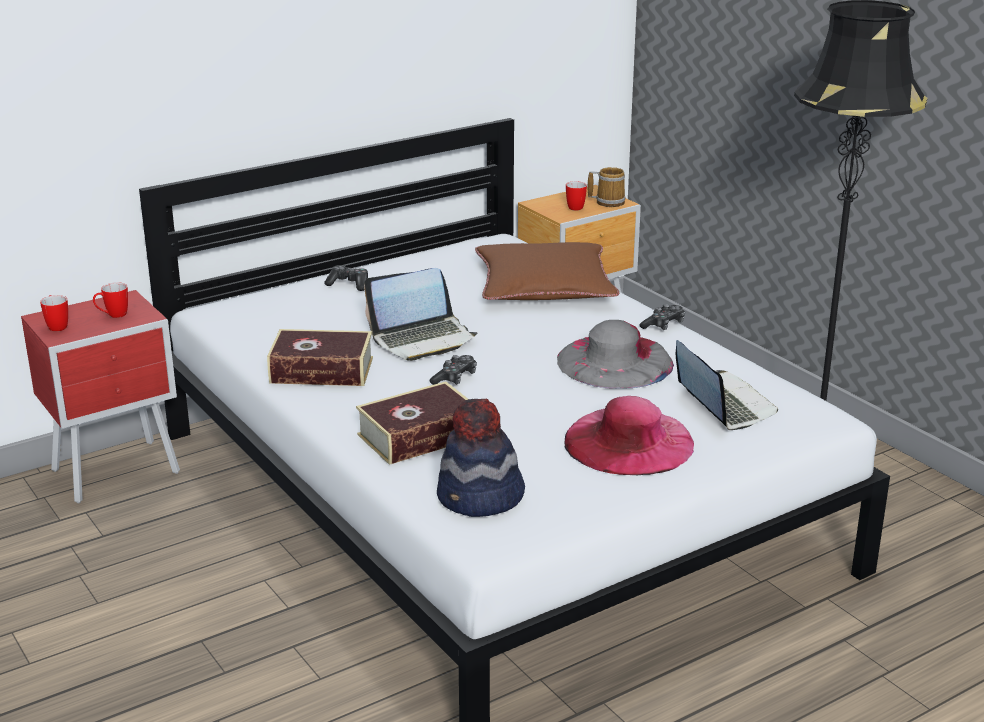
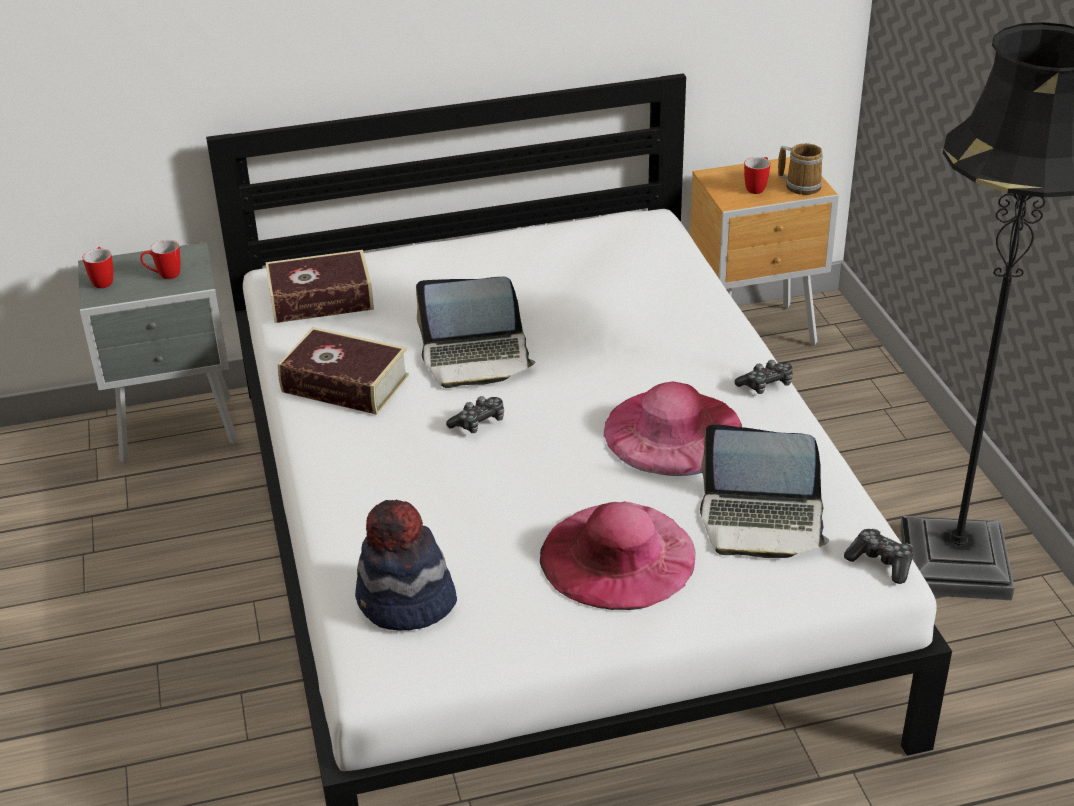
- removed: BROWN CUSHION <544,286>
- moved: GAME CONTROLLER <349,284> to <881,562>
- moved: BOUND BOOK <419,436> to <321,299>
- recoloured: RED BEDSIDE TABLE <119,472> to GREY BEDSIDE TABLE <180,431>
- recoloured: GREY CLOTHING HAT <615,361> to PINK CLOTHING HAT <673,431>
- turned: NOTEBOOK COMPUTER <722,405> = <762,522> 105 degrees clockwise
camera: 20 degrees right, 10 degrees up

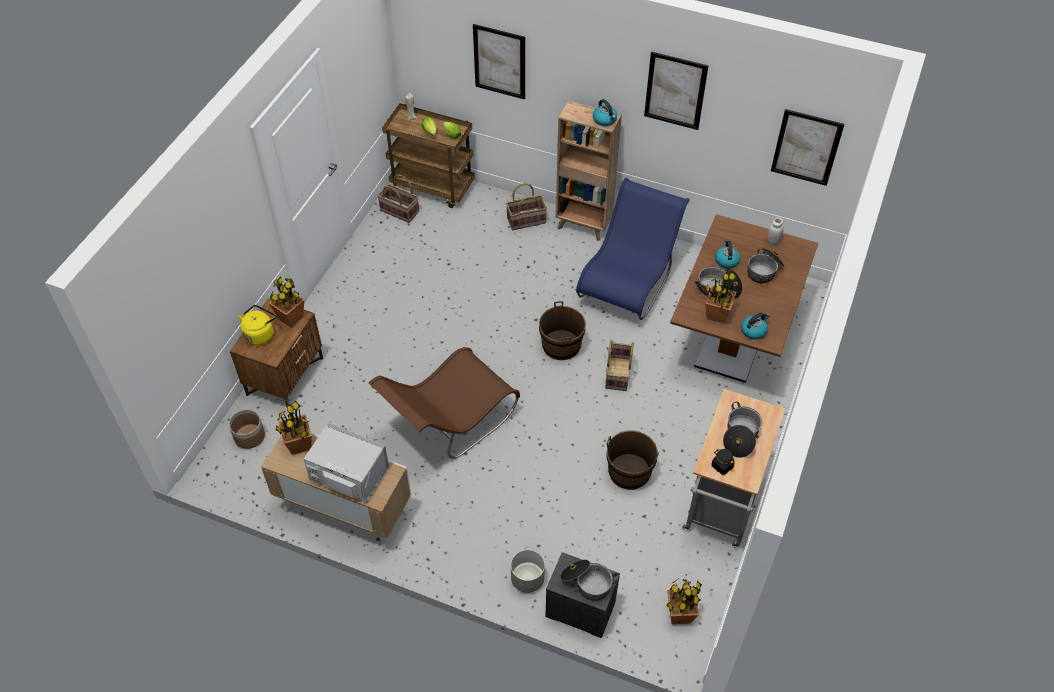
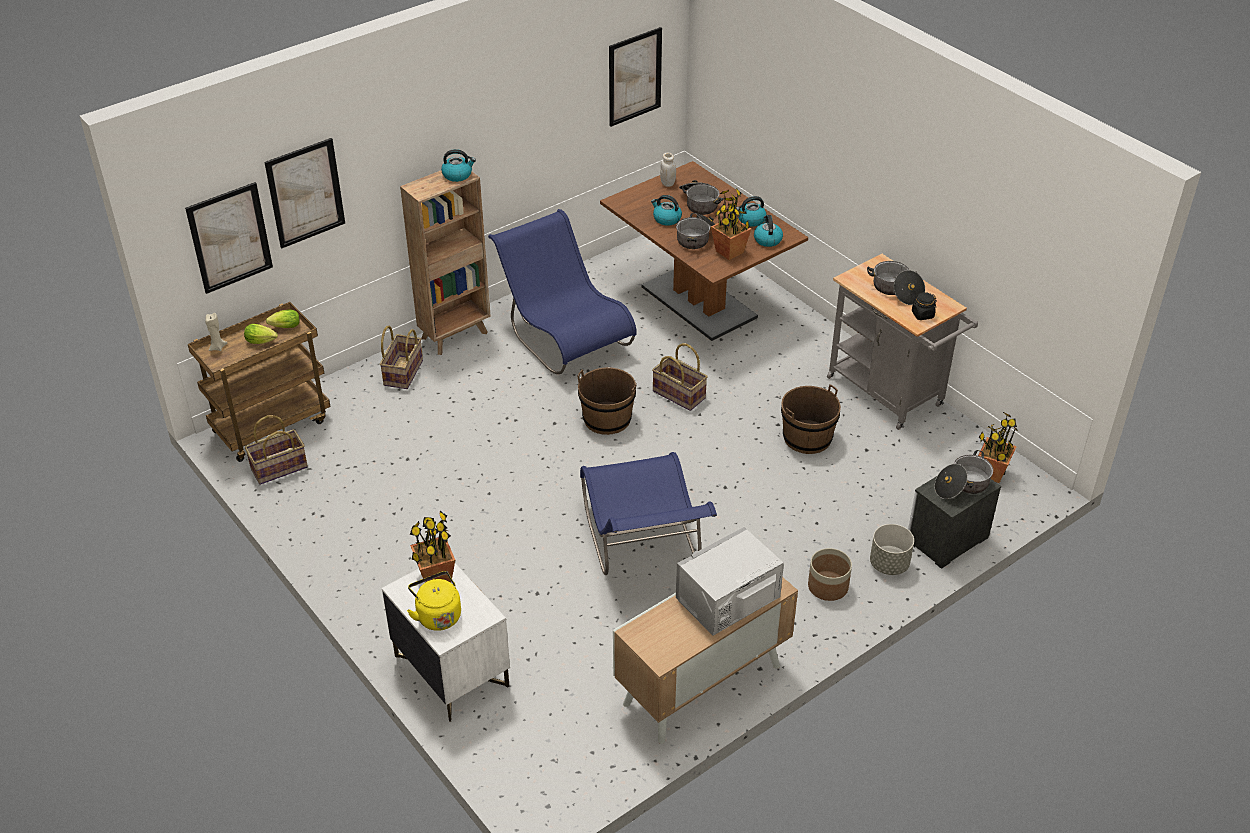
- removed: HOUSEPLANT <299,444>
- added: KETTLE <751,220>
- moved: FLOWER POT <249,436> to <827,587>
- moved: WALL ART <675,91> to <230,238>
- recoloured: BROWN BEDSIDE TABLE <285,376> to WHITE BEDSIDE TABLE <451,671>
- recoloured: BROWN UPRIGHT CHAIR <449,424> to BLUE-COLOURED UPRIGHT CHAIR <644,547>
camera: 60 degrees left, 10 degrees down

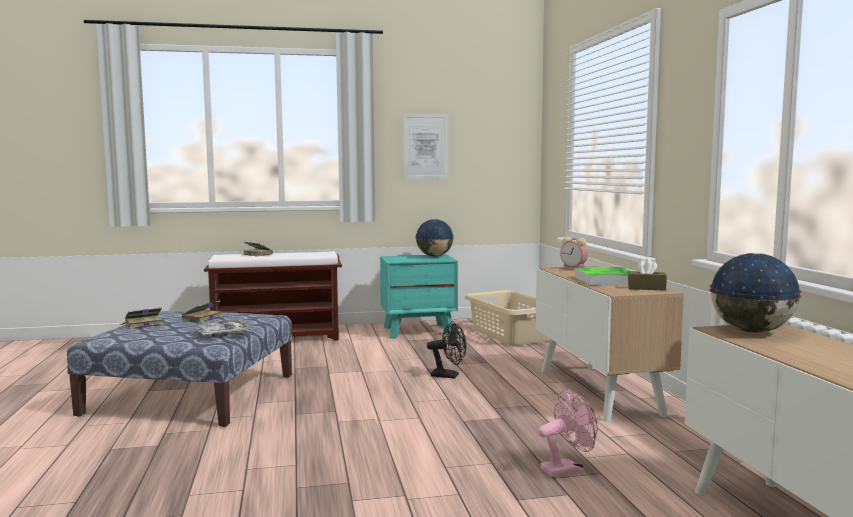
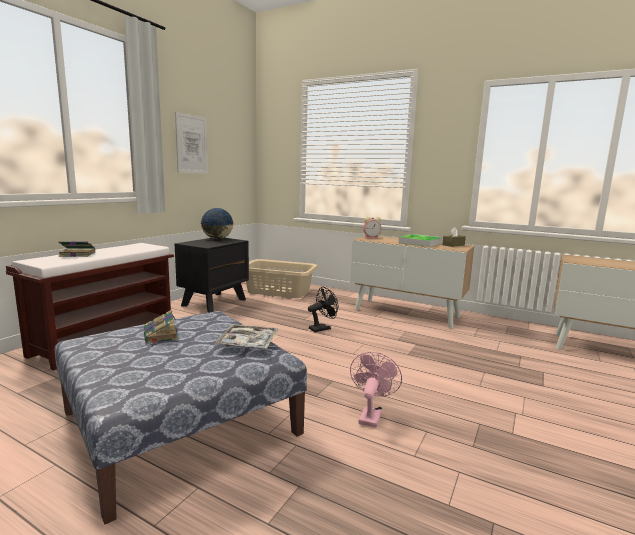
- removed: BOUND BOOK <143,324>
- removed: DESK GLOBE <751,331>
- moved: PINK FAN <567,469> to <371,415>
- recoloured: TURQUOISE-COLOURED BEDSIDE TABLE <418,331> to BLACK-COLOURED BEDSIDE TABLE <214,302>
camera: 50 degrees left, 5 degrees up

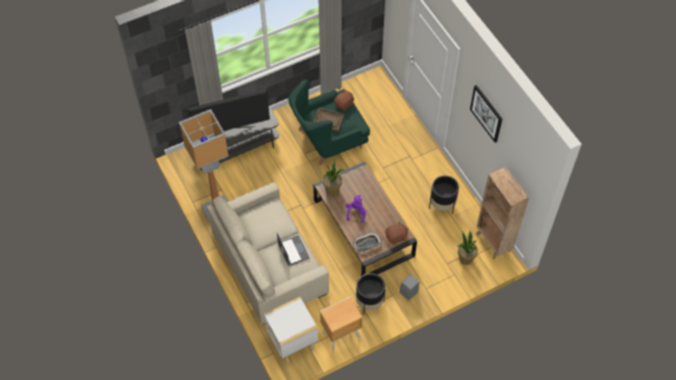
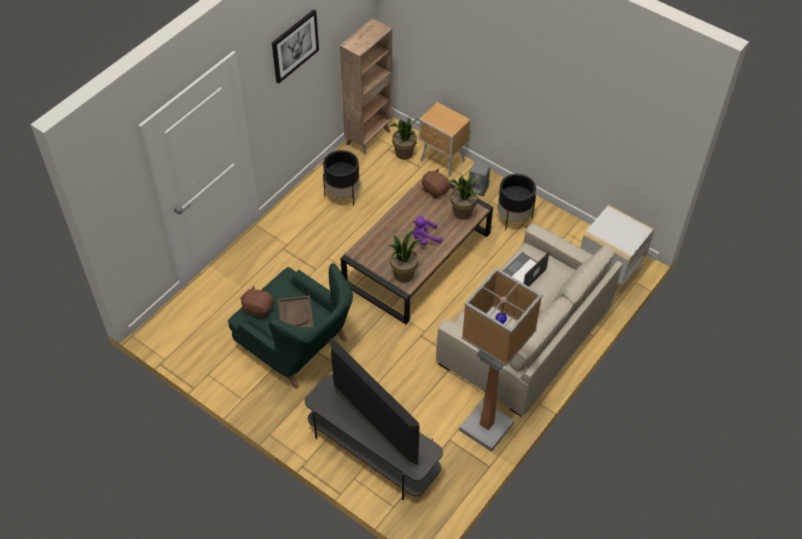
- moved: BROWN BEDSIDE TABLE <340,335> to <443,162>
- replaced: CARRYING TRAY <367,244> to HOUSEPLANT <462,213>
camera: 115 degrees left, 5 degrees down

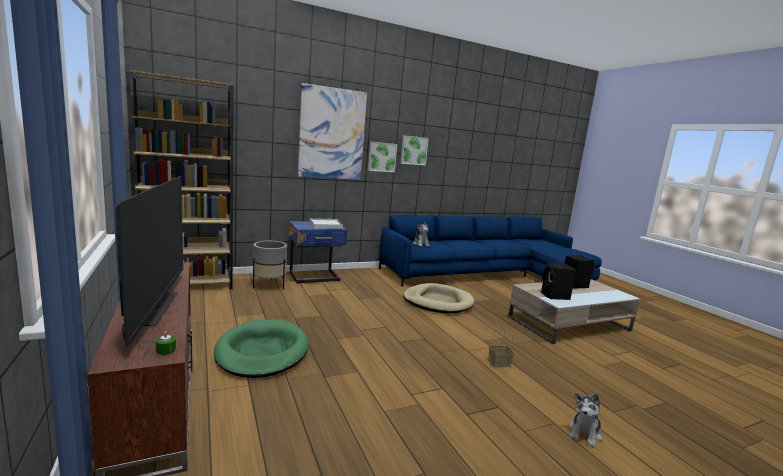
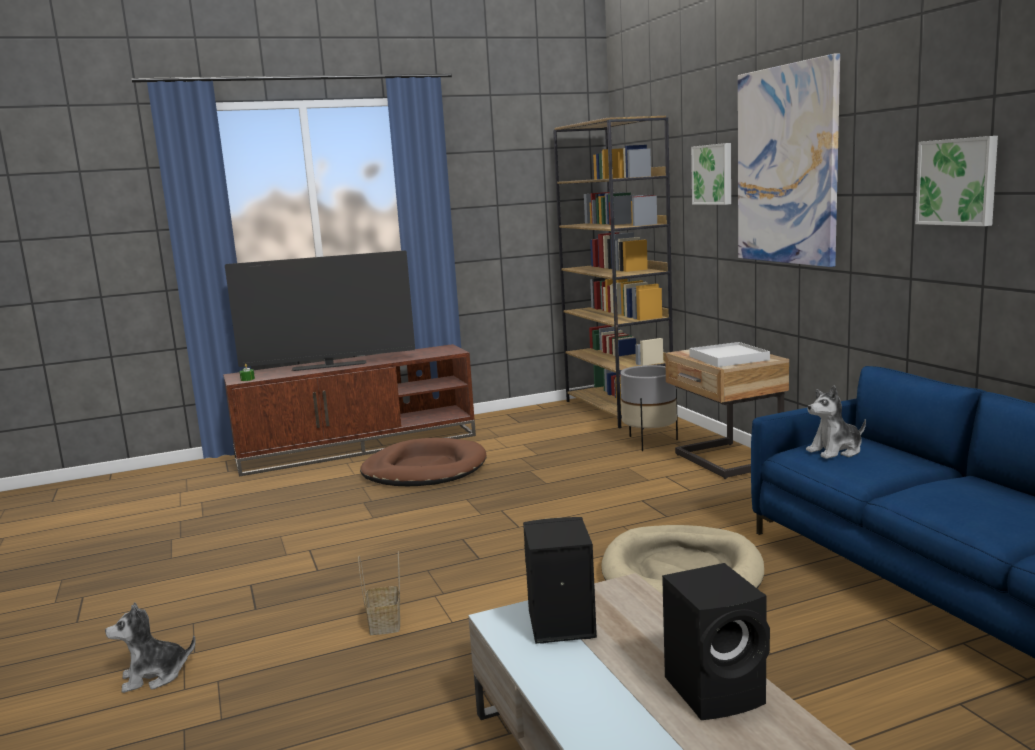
- moved: WALL ART <381,157> to <713,174>
- recoloured: GREEN-COLOURED DOG CUSHION <262,352> to BROWN DOG CUSHION <424,469>
- recoloured: BLUE-COLOURED BEDSIDE TABLE <315,277> to SAND-COLOURED BEDSIDE TABLE <725,461>
- turned: PLUSH TOY <585,433> = <154,676> 60 degrees counterclockwise
camera: 95 degrees right, 0 degrees up

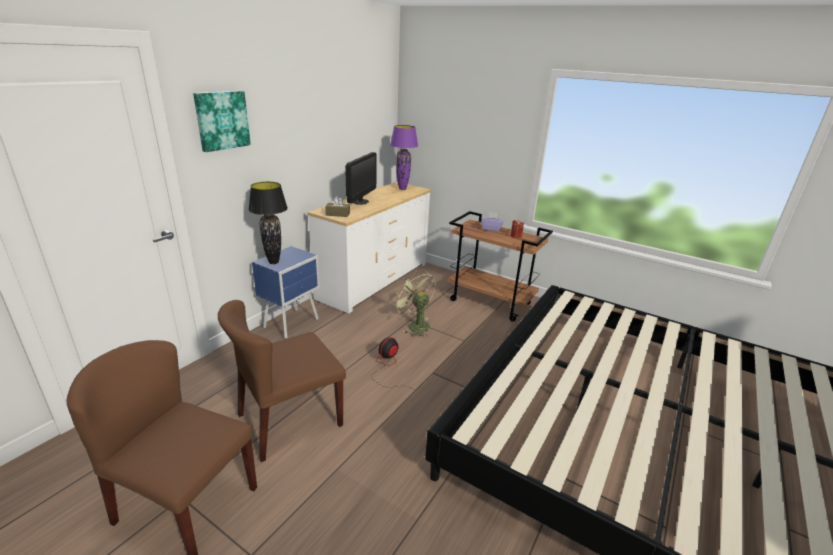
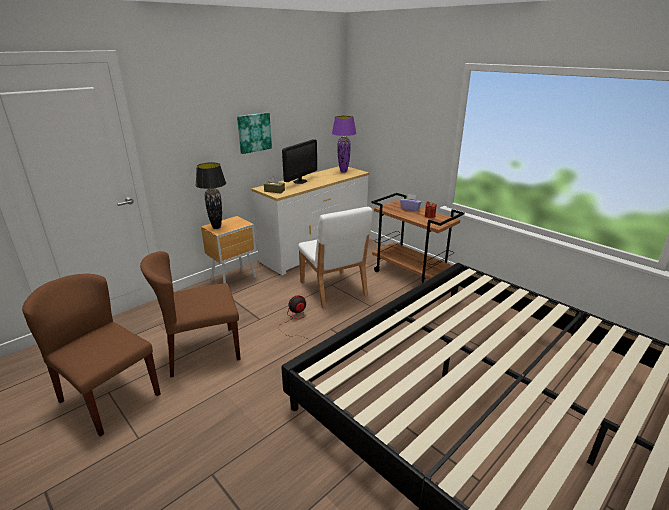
- moved: WALL ART <221,120> to <254,132>
- replaced: GREEN-COLOURED FAN <415,325> to WHITE UPRIGHT CHAIR <333,289>
- recoloured: BLUE-COLOURED BEDSIDE TABLE <293,323> to BROWN BEDSIDE TABLE <235,279>
camera: 15 degrees right, 0 degrees up

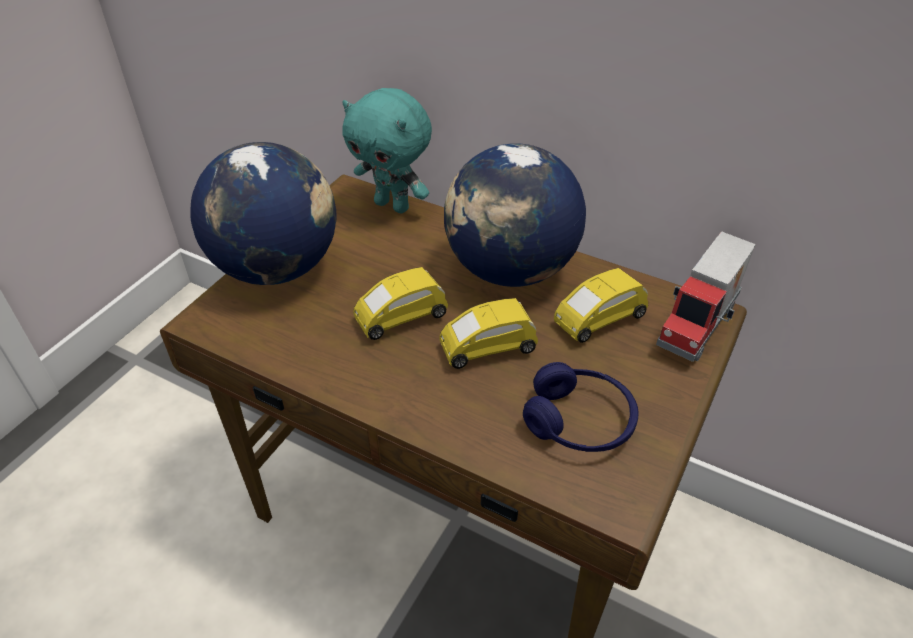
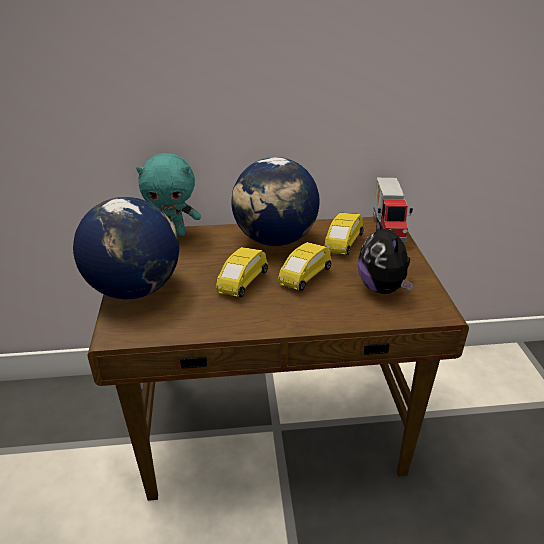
- replaced: BLUE-COLOURED HEADSET <579,421> to PLUSH TOY <382,288>
camera: 35 degrees left, 10 degrees down

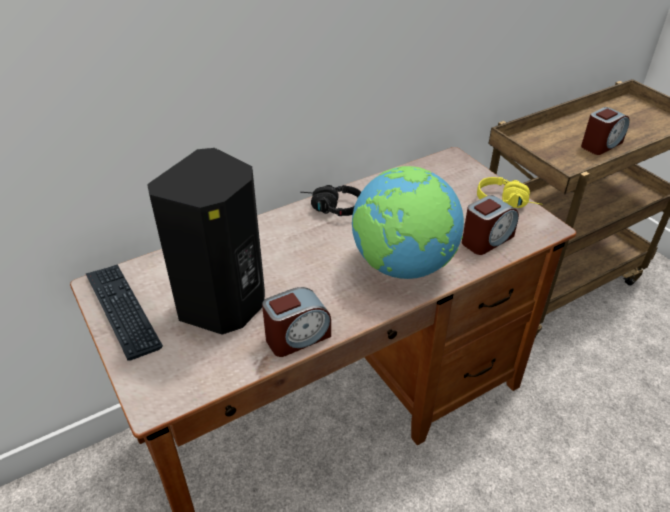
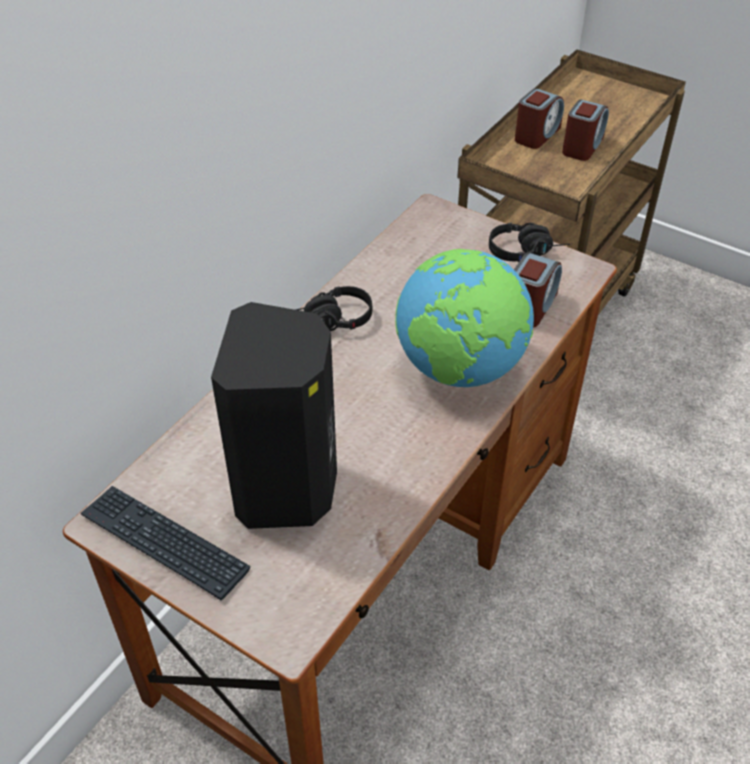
- moved: TABLE CLOCK <297,337> to <537,135>
- recoloured: YELLOW-COLOURED HEADSET <507,202> to BLACK-COLOURED HEADSET <526,251>
camera: 25 degrees left, 5 degrees up

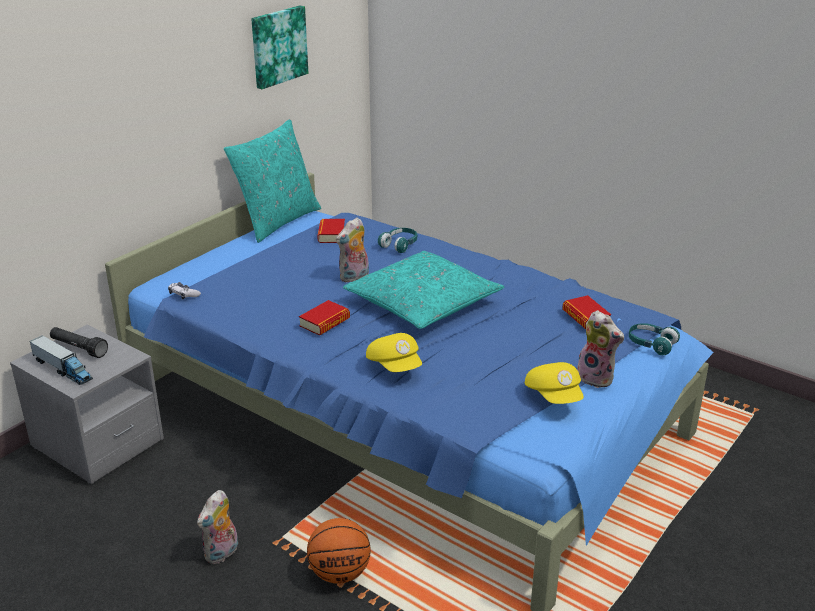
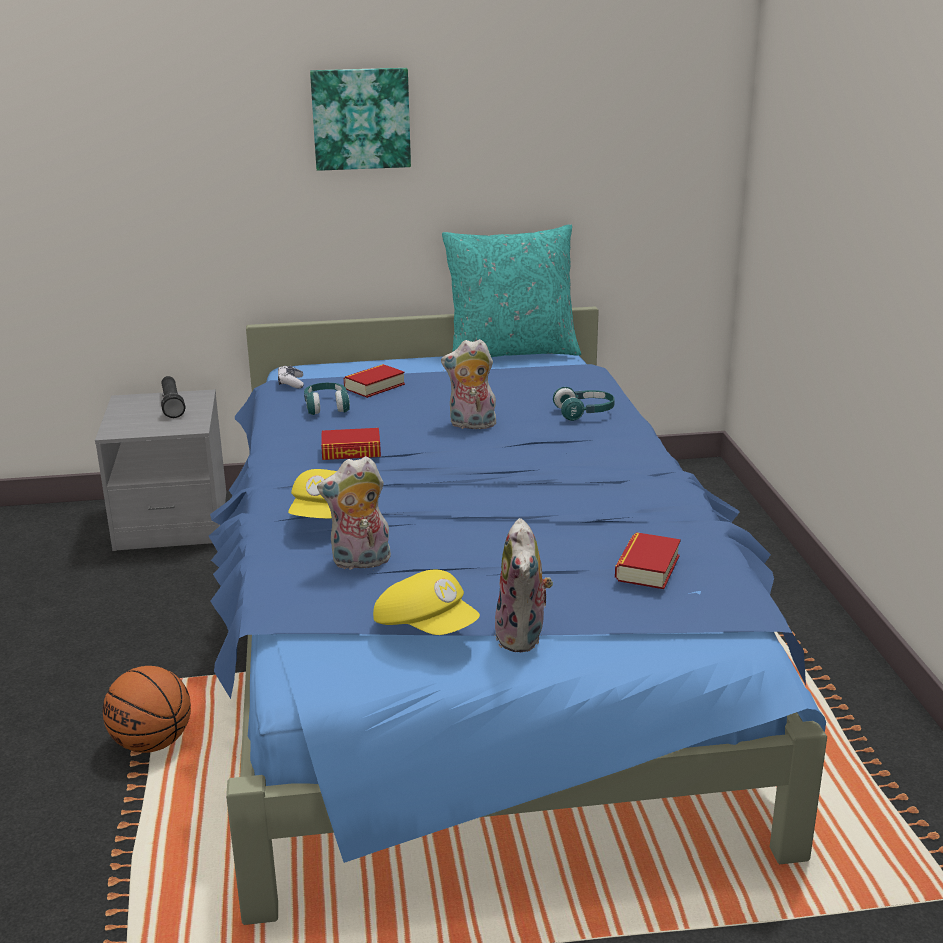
- removed: TOY TRUCK <63,369>
- removed: TURQUOISE-COLOURED CUSHION <422,303>
- moved: PLUSH TOY <222,554> to <360,562>
- moved: WALL ART <278,46> to <361,118>
- moved: BOUND BOOK <331,235> to <374,386>
- moved: TURQUOISE-COLOURED HEADSET <651,344> to <327,407>
- turned: YELLOW-COLOURED CAP <554,396> = <427,627> 75 degrees counterclockwise
camera: 45 degrees right, 5 degrees down

